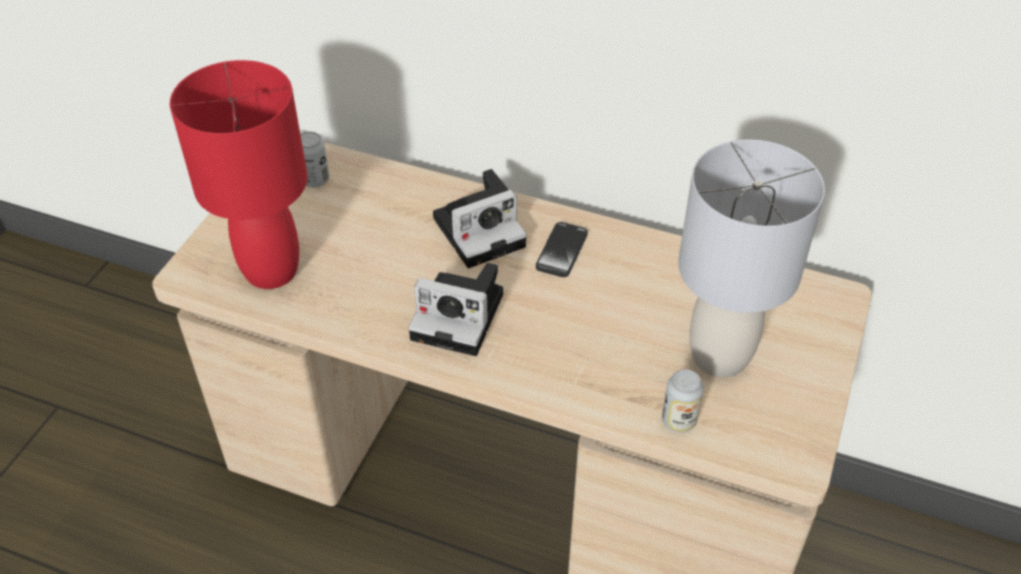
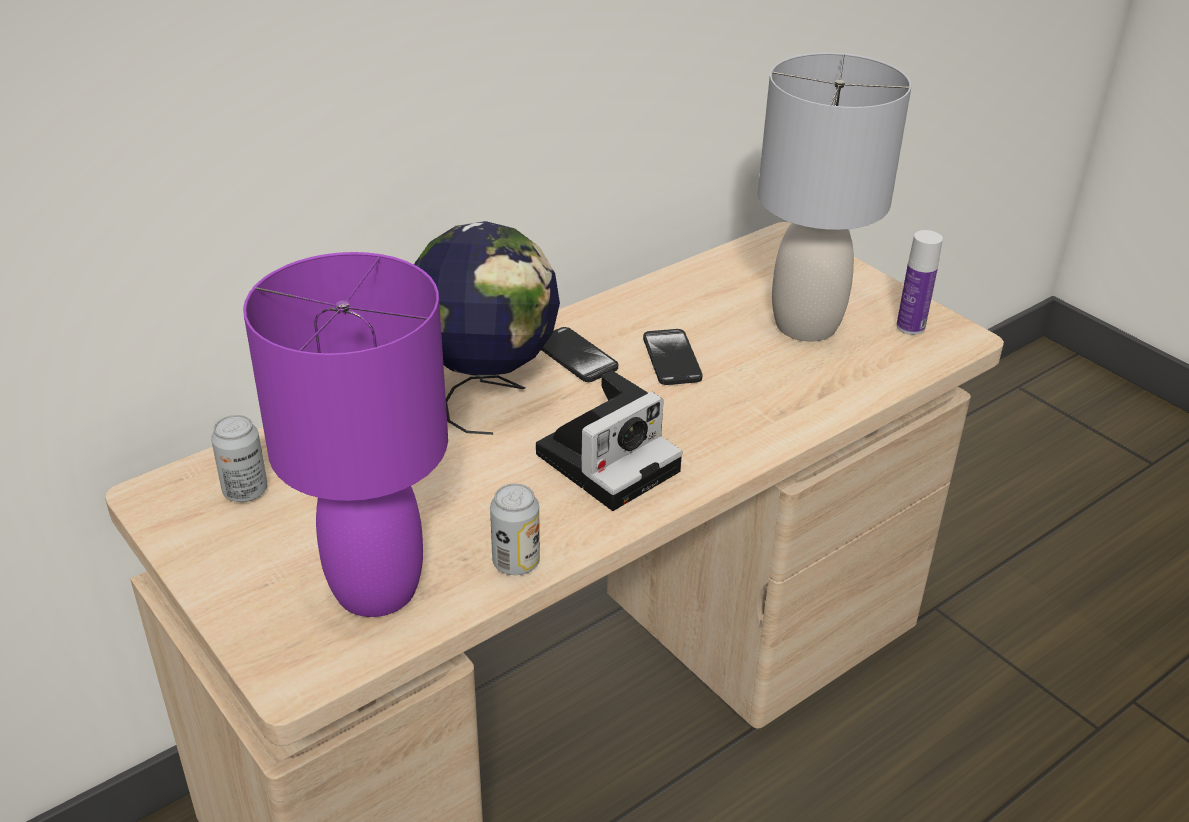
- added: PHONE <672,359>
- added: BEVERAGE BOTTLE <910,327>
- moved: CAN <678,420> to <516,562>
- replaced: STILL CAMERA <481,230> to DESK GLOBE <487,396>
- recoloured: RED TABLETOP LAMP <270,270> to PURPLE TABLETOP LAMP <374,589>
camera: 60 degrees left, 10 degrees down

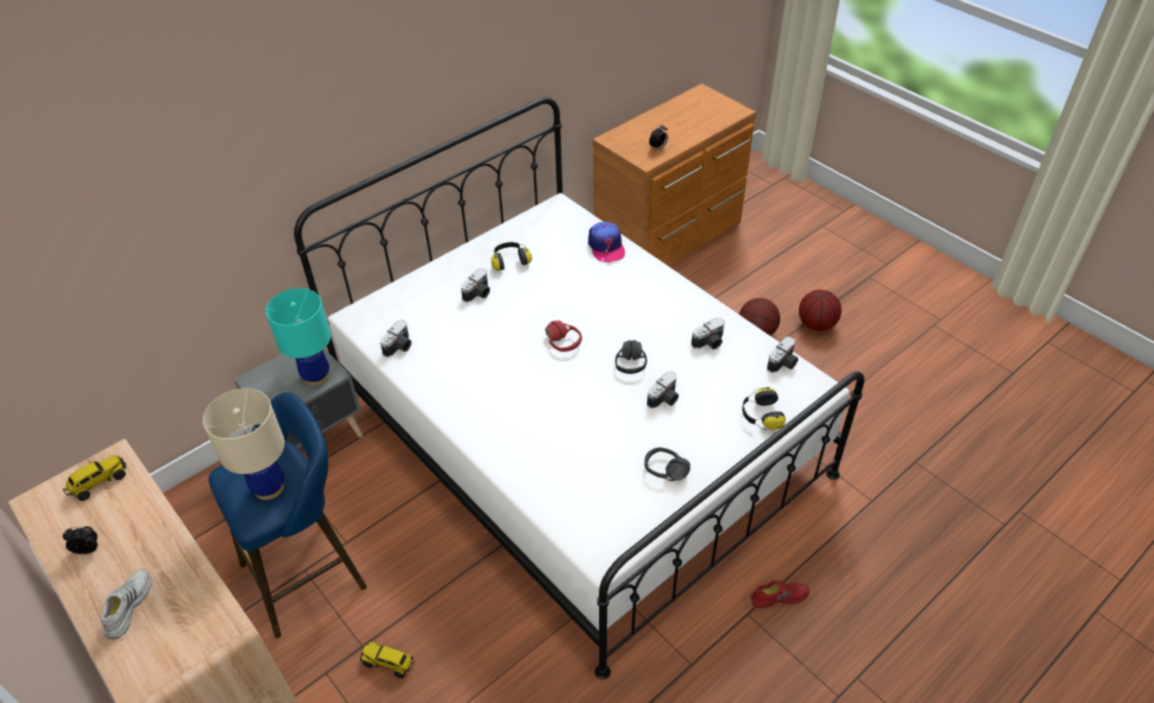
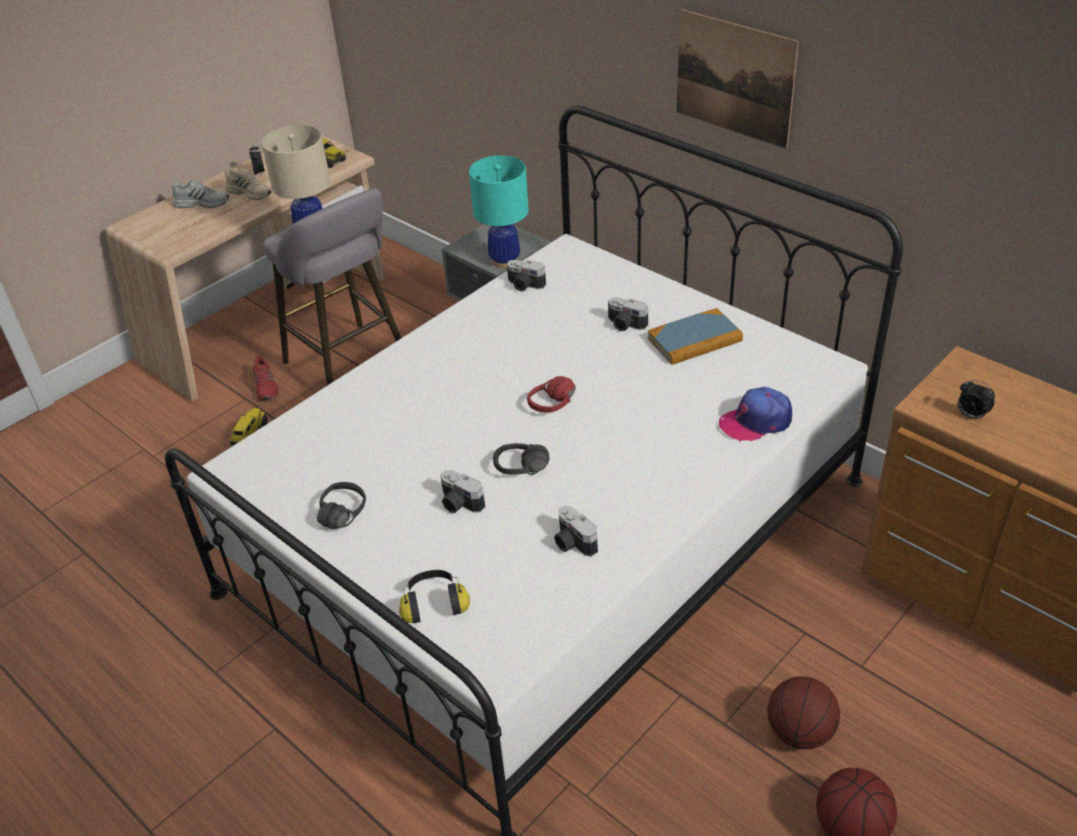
- removed: STILL CAMERA <783,364>
- added: SAND-COLOURED ITEM OF FOOTWEAR <250,192>
- added: WALL ART <734,78>
- moved: RED ITEM OF FOOTWEAR <778,596> to <266,387>
- replaced: HEADSET <510,261> to BOUND BOOK <694,340>
- recoloured: BLUE-COLOURED STOOL <310,572> to GREY STOOL <351,366>
camera: 85 degrees right, 5 degrees down

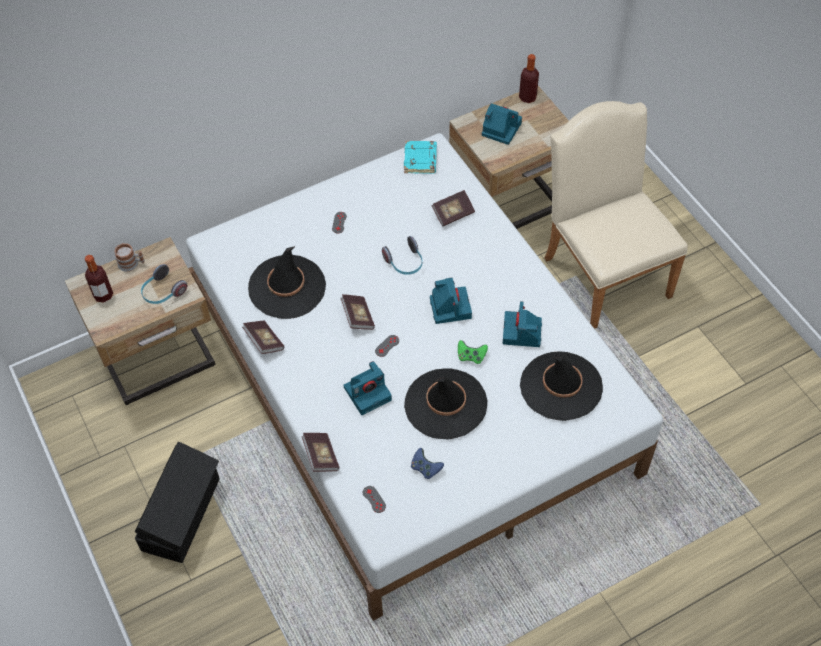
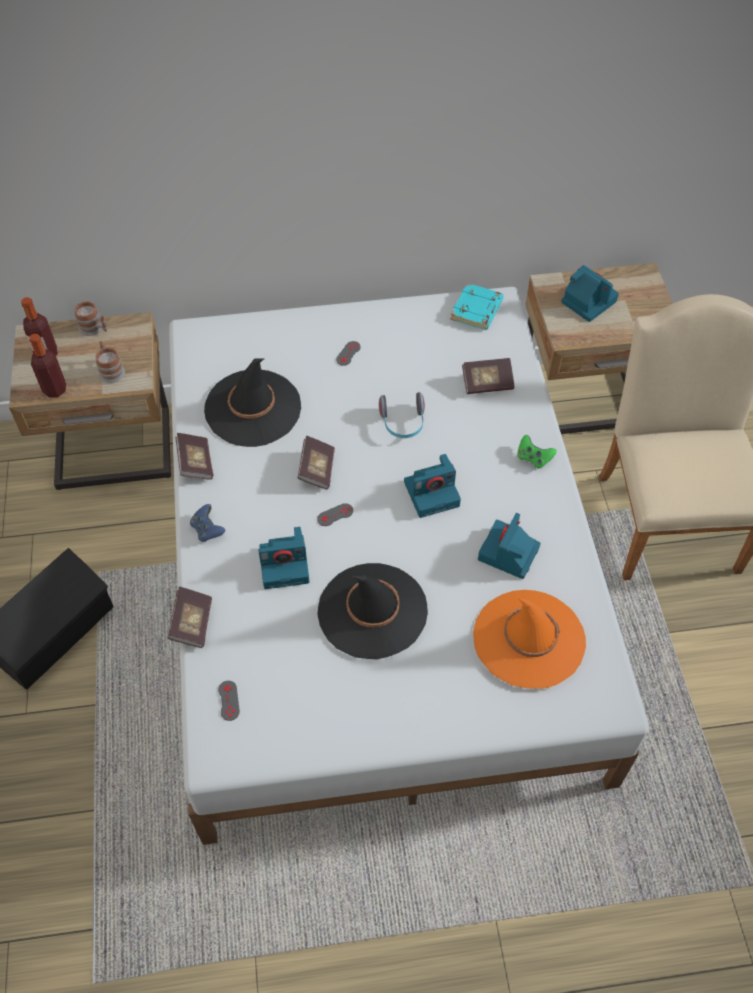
- moved: BLUE-COLOURED GAME CONTROLLER <425,468> to <207,529>
- moved: GREEN-COLOURED GAME CONTROLLER <471,356> to <533,458>
- moved: BEVERAGE BOTTLE <527,97> to <55,389>
- replaced: HEADSET <162,292> to TEA MUG <111,370>
- recoloured: BLACK-COLOURED CLOTHING HAT <561,386> to ORANGE CLOTHING HAT <528,639>
- turned: STILL CAMERA <449,307> = <432,493> 60 degrees clockwise
camera: 20 degrees right, 0 degrees up

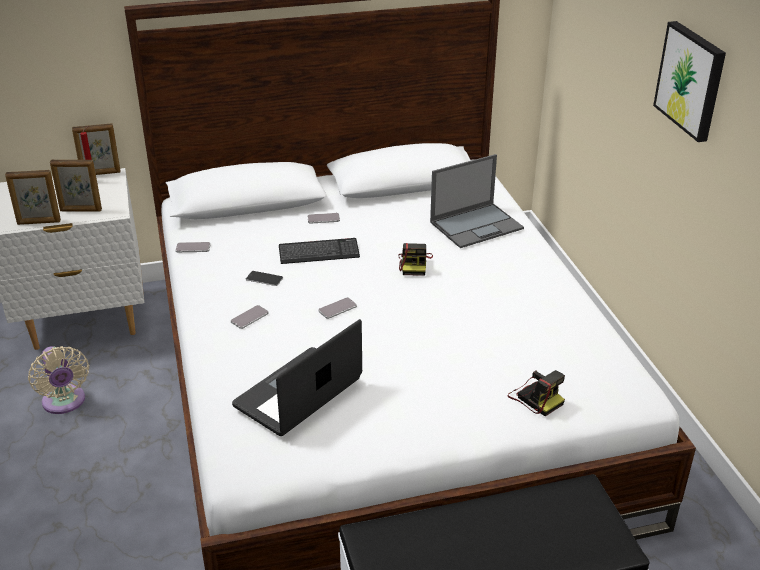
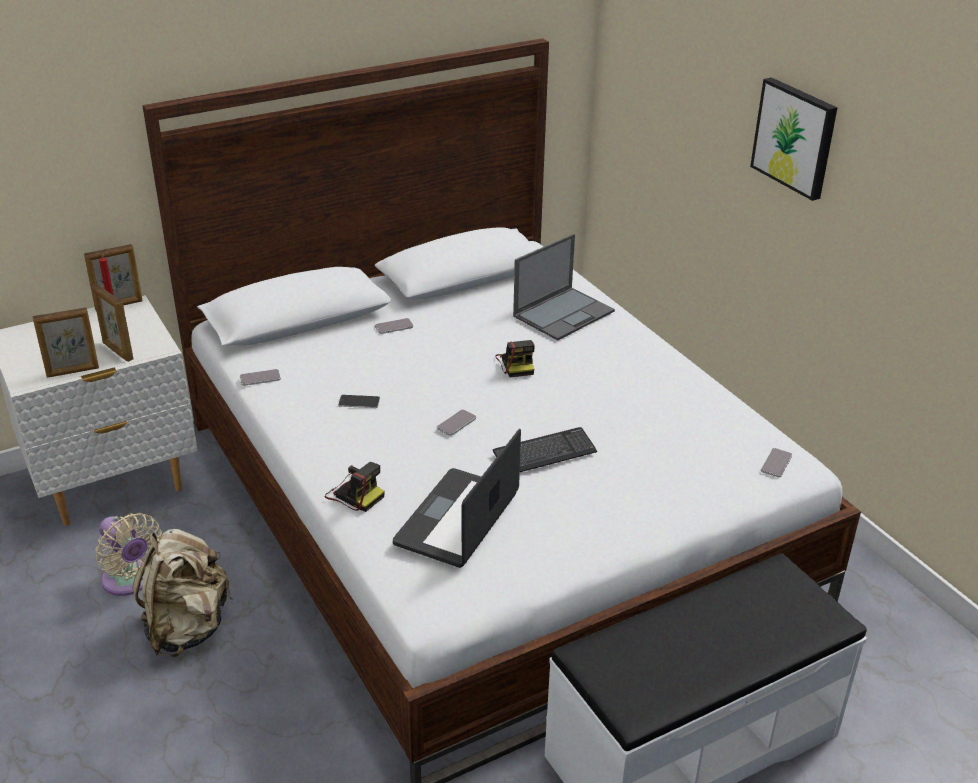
- added: SAND-COLOURED KNAPSACK <187,628>
- moved: PHONE <249,317> to <776,463>
- moved: KEYBOARD <319,253> to <544,453>
- moved: STILL CAMERA <535,397> to <354,494>
- turned: PHOTO FRAME <81,210> = <117,351> 60 degrees clockwise
camera: 15 degrees left, 0 degrees up

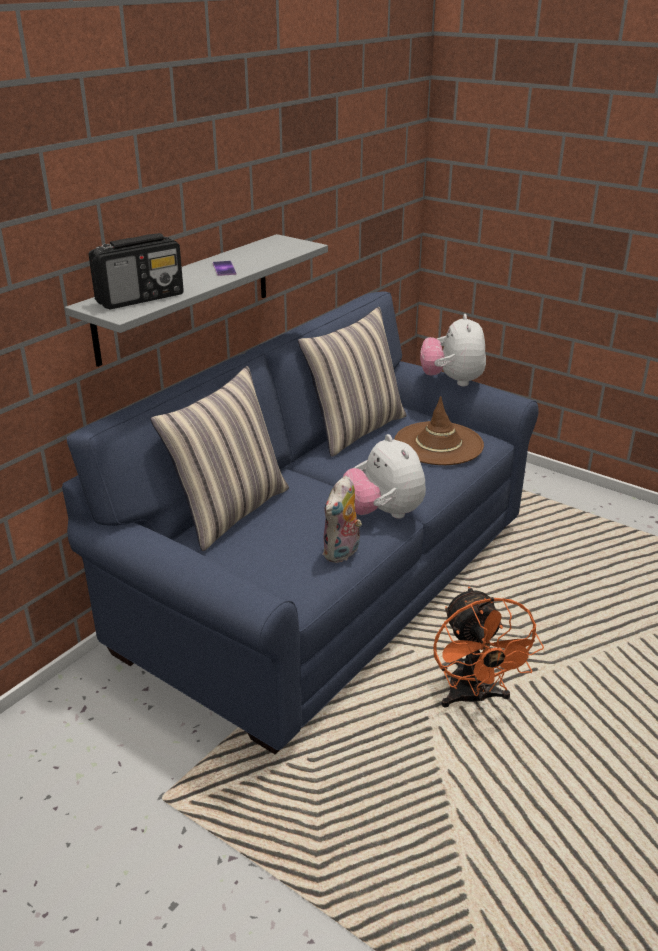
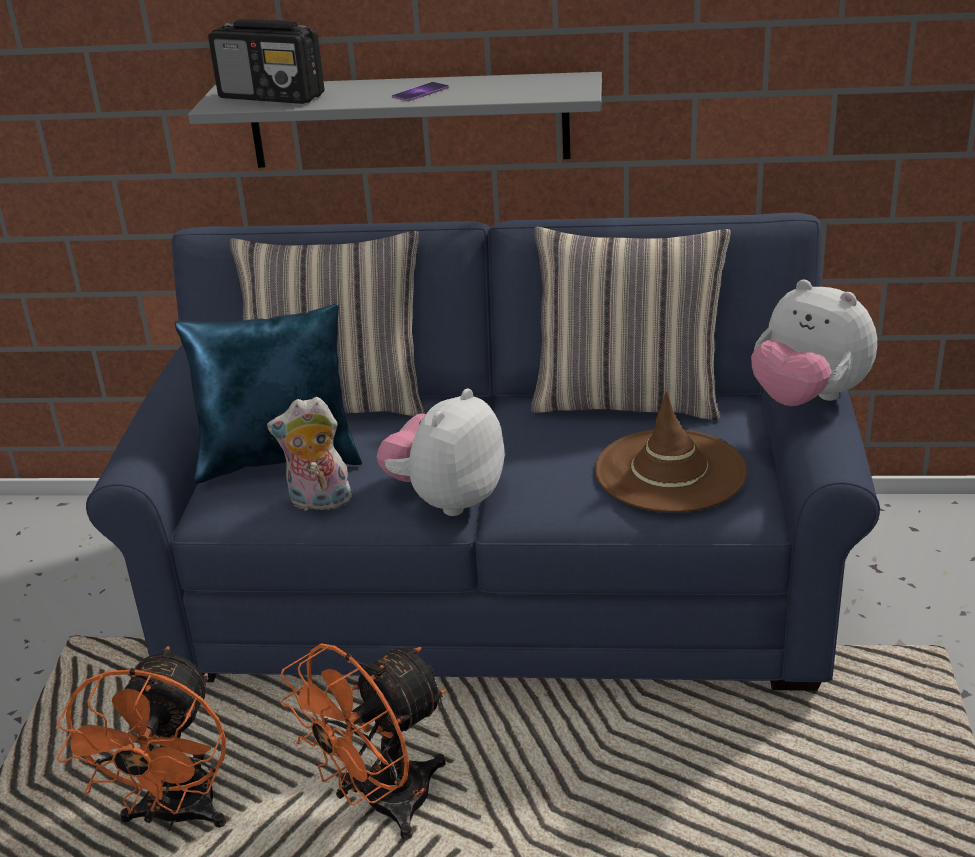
- added: ORANGE FAN <176,816>
- added: BLUE-COLOURED CUSHION <280,460>
- turned: PLUSH TOY <452,381> = <808,399> 105 degrees counterclockwise
camera: 60 degrees right, 0 degrees up

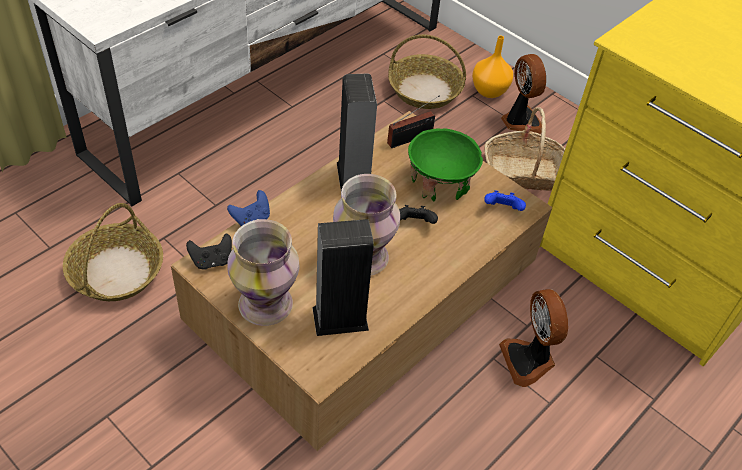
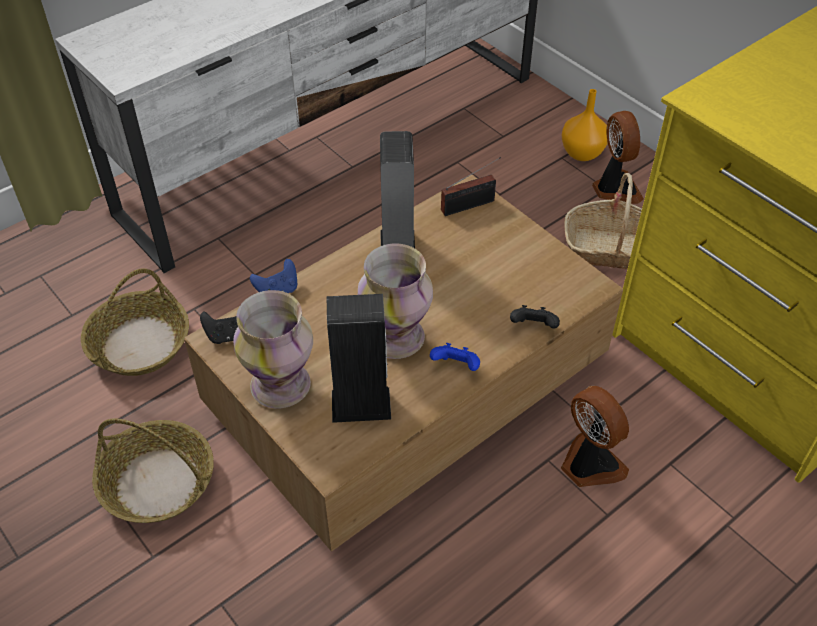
- removed: GREEN-COLOURED SERVING BOWL <439,183>
- moved: BASKET <425,90> to <158,482>
- moved: BLACK-COLOURED GAME CONTROLLER <415,224> to <533,327>
- moved: BLUE-COLOURED GAME CONTROLLER <502,210> to <456,367>
- turned: FAN <529,360> = <589,464> 150 degrees clockwise
camera: 10 degrees right, 0 degrees up

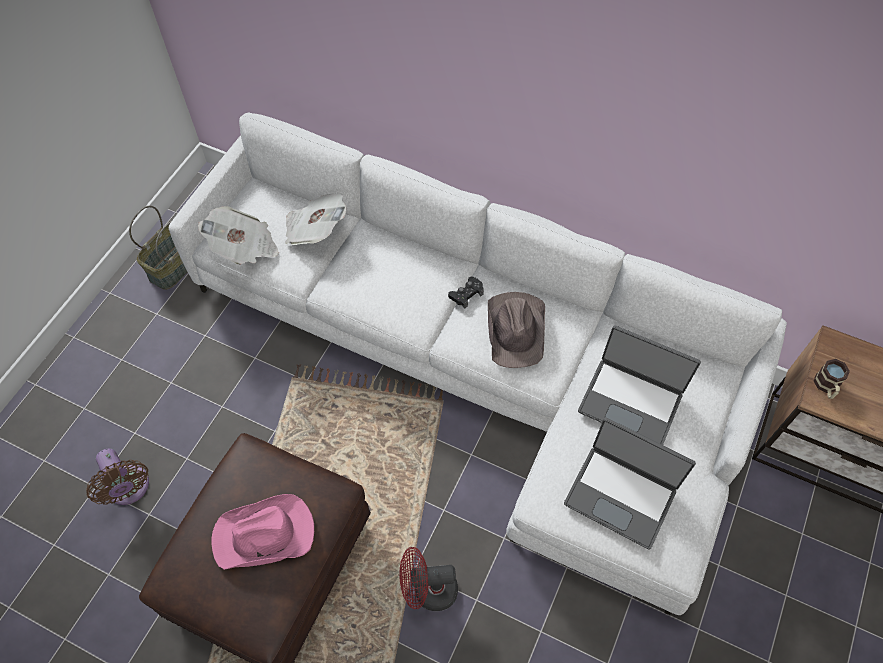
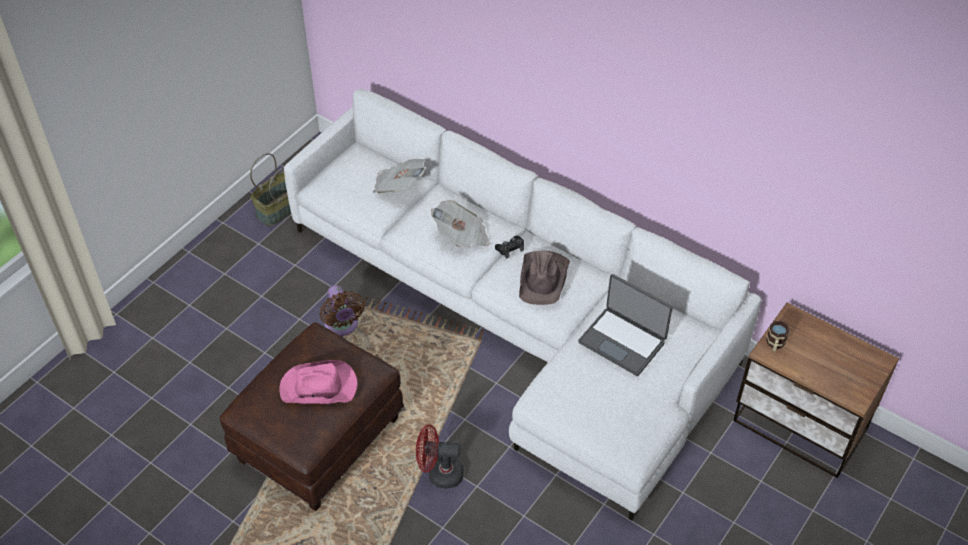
- removed: NOTEBOOK COMPUTER <621,495>
- moved: BROWN FAN <129,489> to <342,326>
- moved: DAILY PAPER <244,248> to <462,236>
camera: 10 degrees right, 10 degrees down

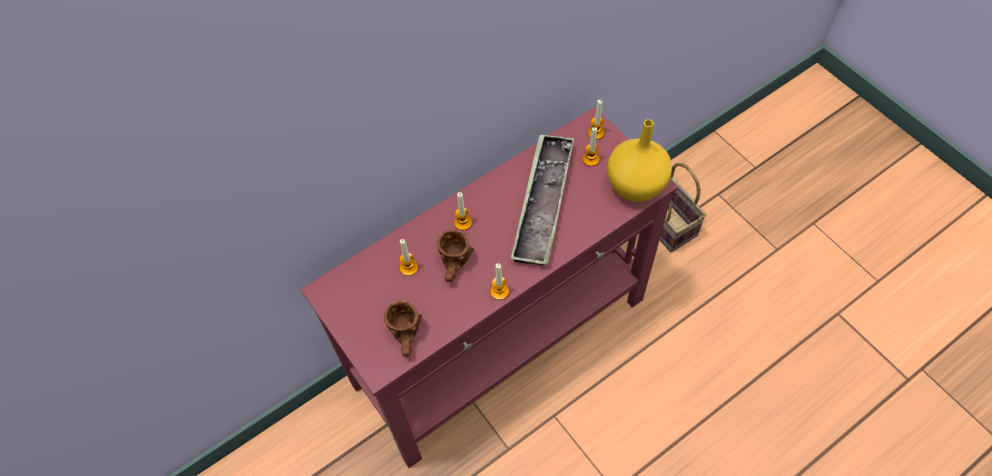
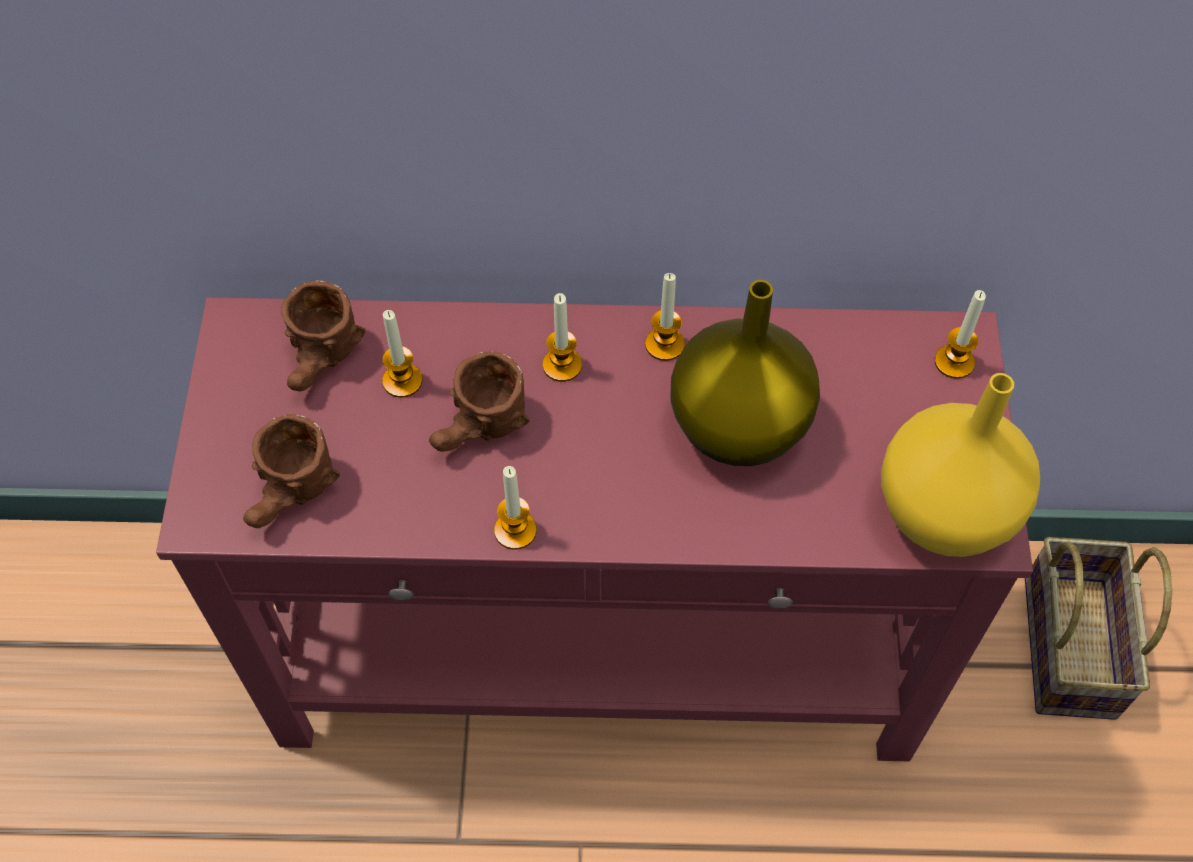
- added: BROWN TEA MUG <324,363>
- moved: CANDLE <591,159> to <664,344>
- replaced: CARRYING TRAY <543,203> to YELLOW-COLOURED VASE <735,426>
camera: 35 degrees right, 0 degrees up

